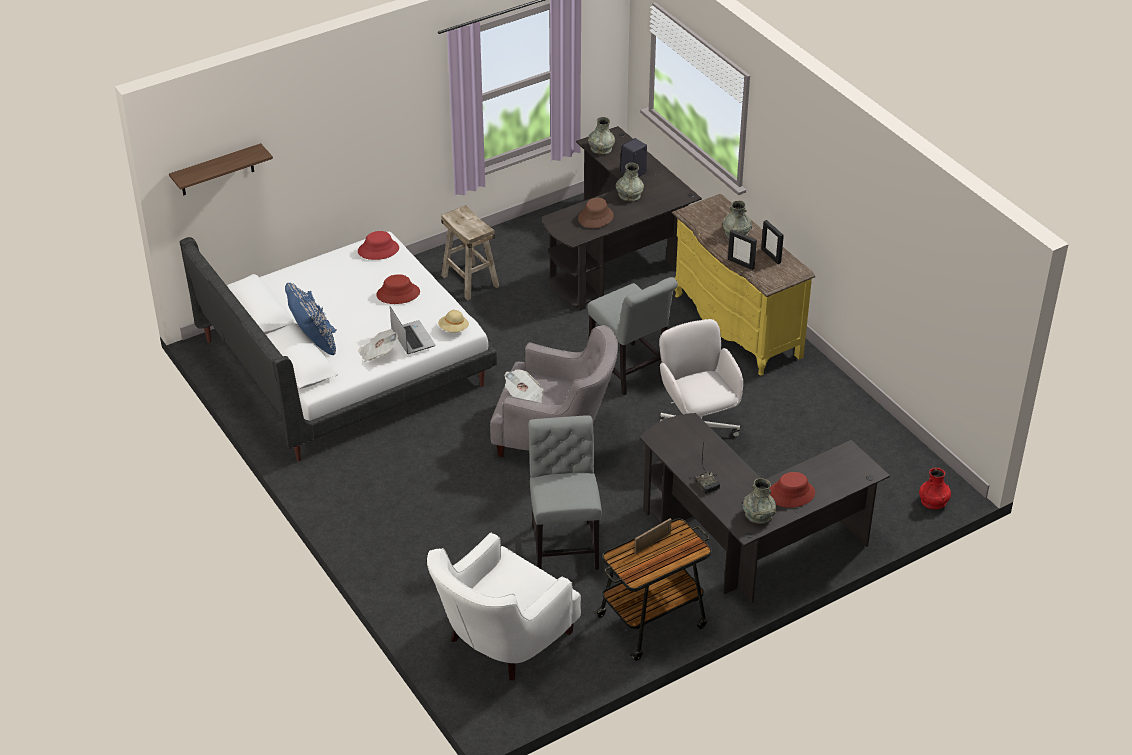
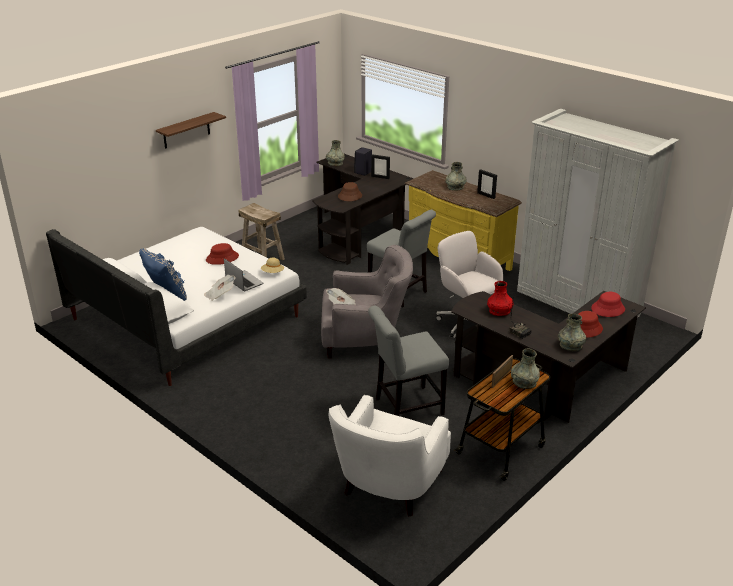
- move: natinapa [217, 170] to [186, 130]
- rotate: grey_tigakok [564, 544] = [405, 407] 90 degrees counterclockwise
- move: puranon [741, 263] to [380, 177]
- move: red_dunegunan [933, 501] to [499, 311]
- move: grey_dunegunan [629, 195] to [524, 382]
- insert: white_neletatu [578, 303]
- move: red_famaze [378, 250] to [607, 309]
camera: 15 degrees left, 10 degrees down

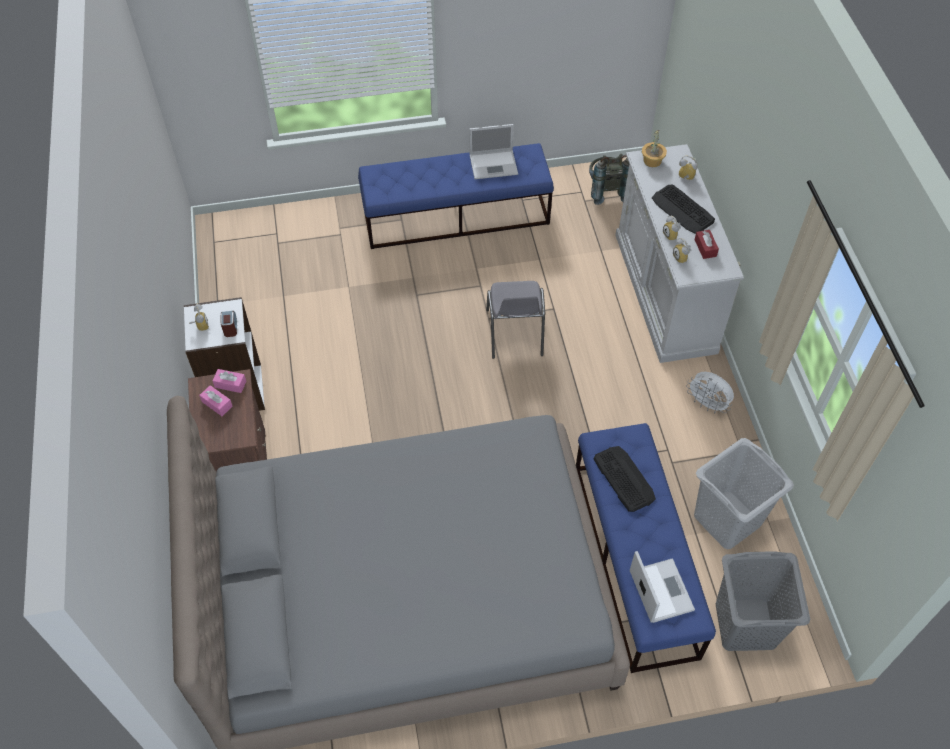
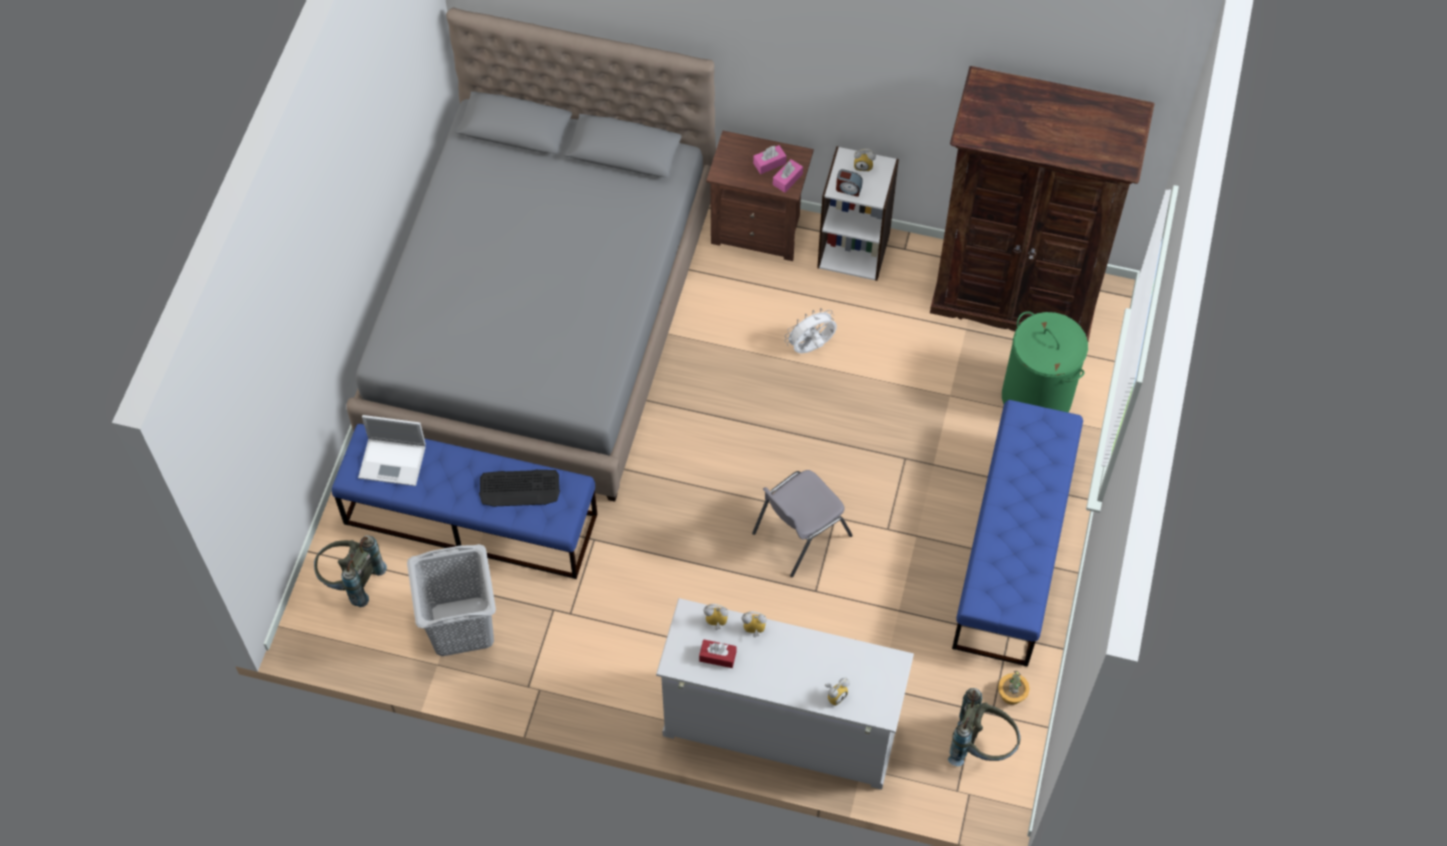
- replace: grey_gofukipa [746, 624] to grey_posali [351, 581]
- rotate: grey_tigakok [514, 333] = [799, 534] 60 degrees counterclockwise
- move: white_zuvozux [707, 404] to [811, 348]
- insert: brown_neletatu [1015, 295]
- move: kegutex [652, 161] to [1011, 694]
- insert: green_gofukipa [1037, 397]
- delete: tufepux [494, 164]
- delete: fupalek [682, 210]
camera: 115 degrees right, 5 degrees up

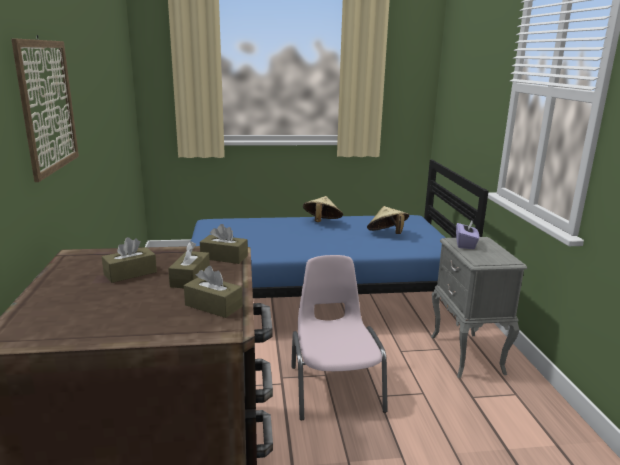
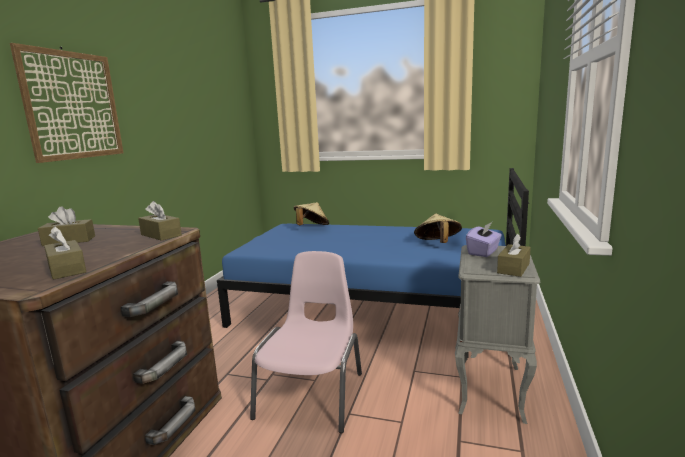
- move: beige_famaze [322, 223] to [311, 227]
- move: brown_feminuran [190, 278] to [513, 268]
camera: 25 degrees right, 5 degrees down

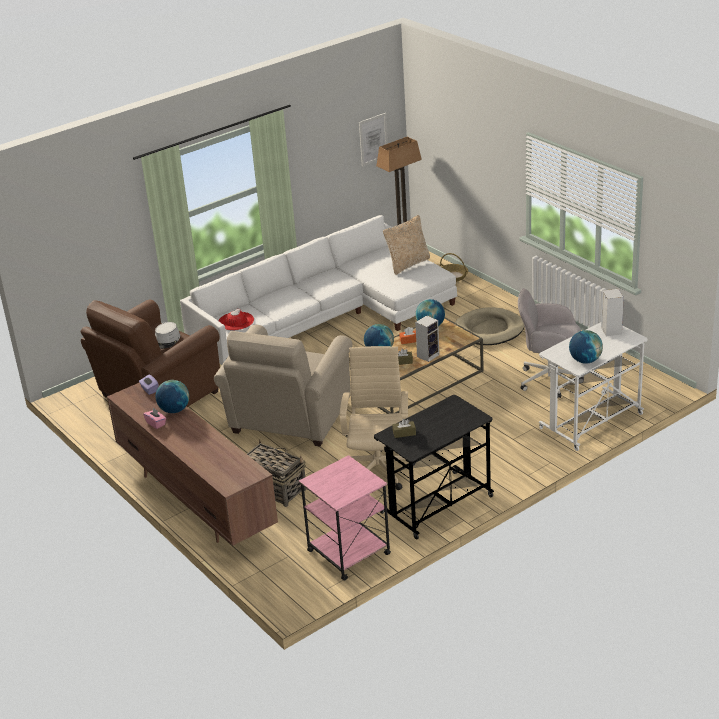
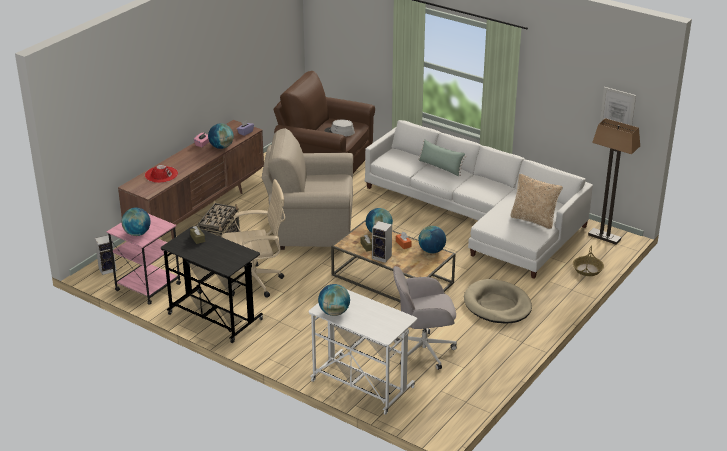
- move: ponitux [610, 330] to [108, 269]
- insert: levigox [137, 233]
- move: red_famaze [236, 321] to [161, 174]
- rotate: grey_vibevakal [549, 380] = [423, 351] 90 degrees counterclockwise
- insert: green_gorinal [440, 167]
camera: 70 degrees right, 0 degrees up

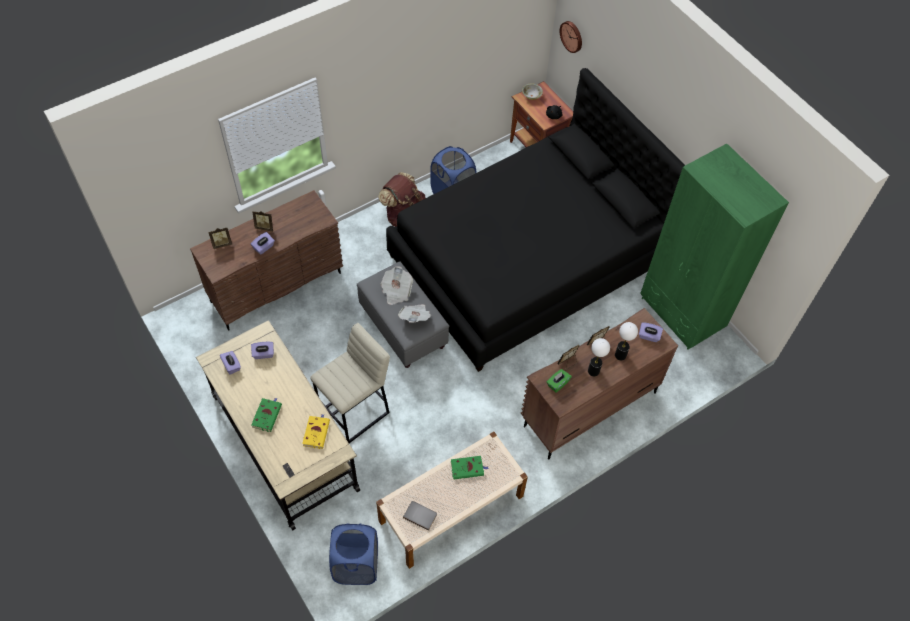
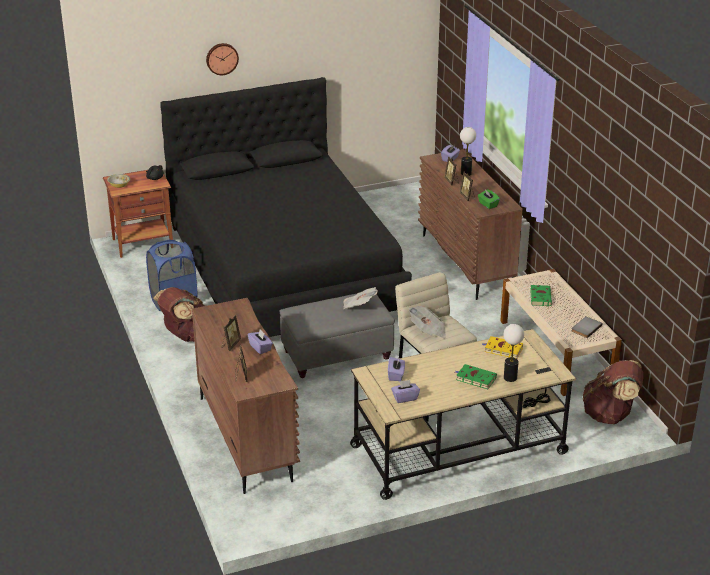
- move: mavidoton [572, 36] to [221, 58]
- move: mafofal [396, 291] to [428, 331]
- move: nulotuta [593, 371] to [510, 378]
- replace: blue_gofukipa [356, 566] to brown_posali [610, 415]
- delete: green_neletatu [682, 314]
camera: 75 degrees left, 25 degrees down

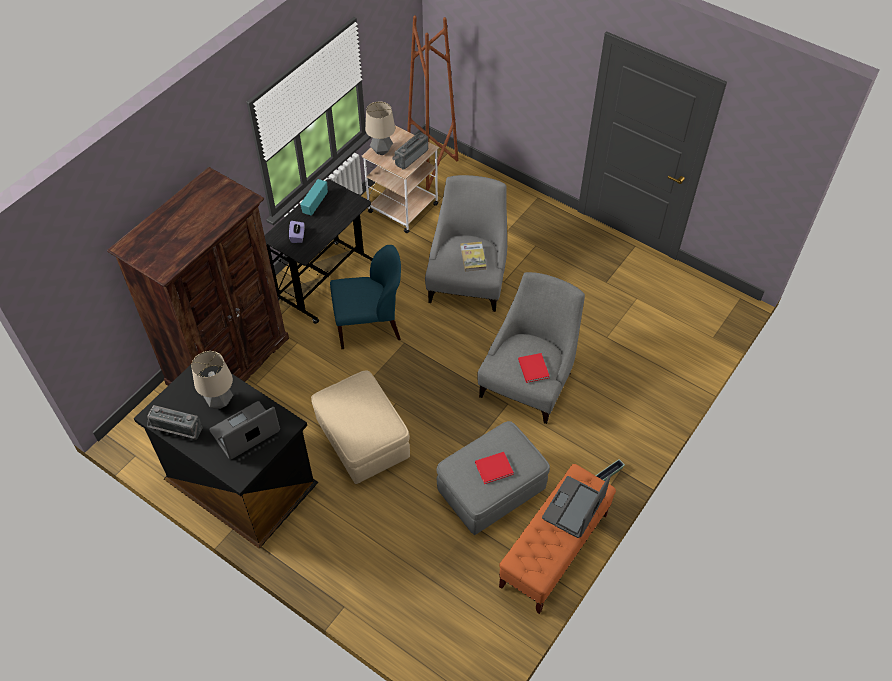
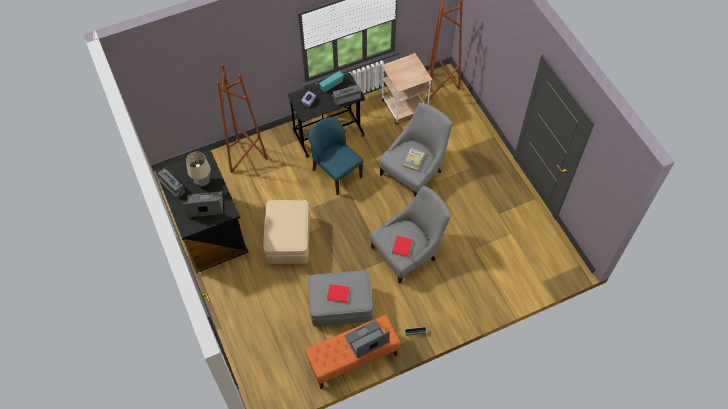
- replace: brown_neletatu [229, 361] to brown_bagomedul [245, 157]
- rotate: blue_tigakok [369, 325] = [336, 173] 150 degrees counterclockwise
- move: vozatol [410, 156] to [346, 98]
- delete: nulotuta [382, 151]
camera: 30 degrees right, 5 degrees up

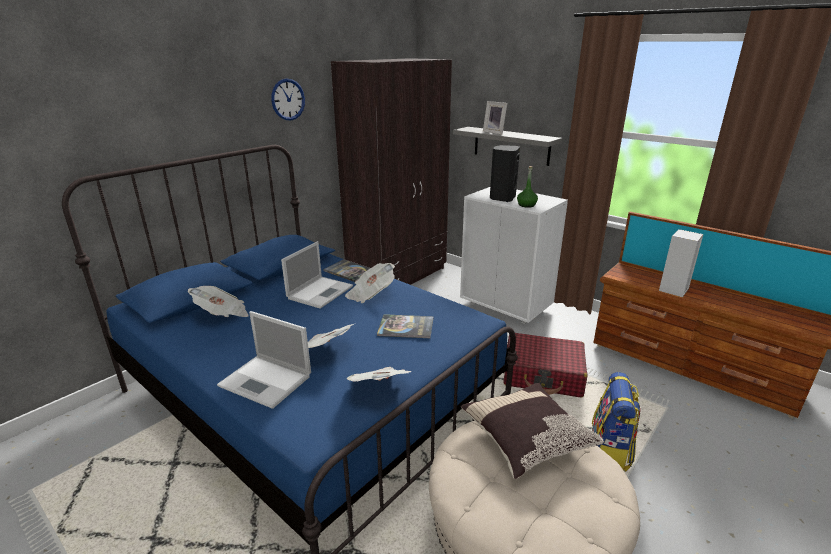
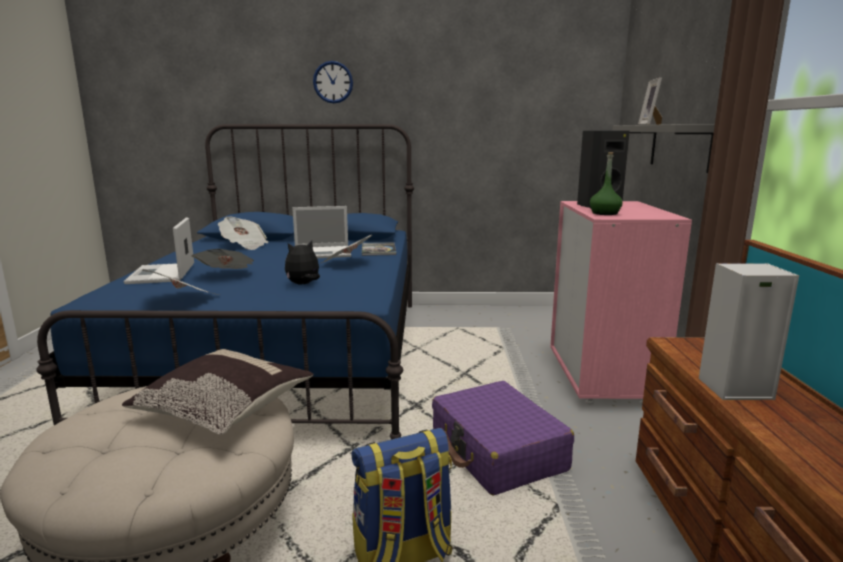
- replace: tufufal [406, 327] to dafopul [303, 284]
- move: mavidoton [288, 99] to [333, 82]
- recolor: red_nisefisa [543, 375] to purple_nisefisa [497, 451]
- recolor: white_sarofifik [506, 306] to pink_sarofifik [602, 381]
- delete: brown_neletatu [398, 276]
camera: 50 degrees right, 10 degrees down

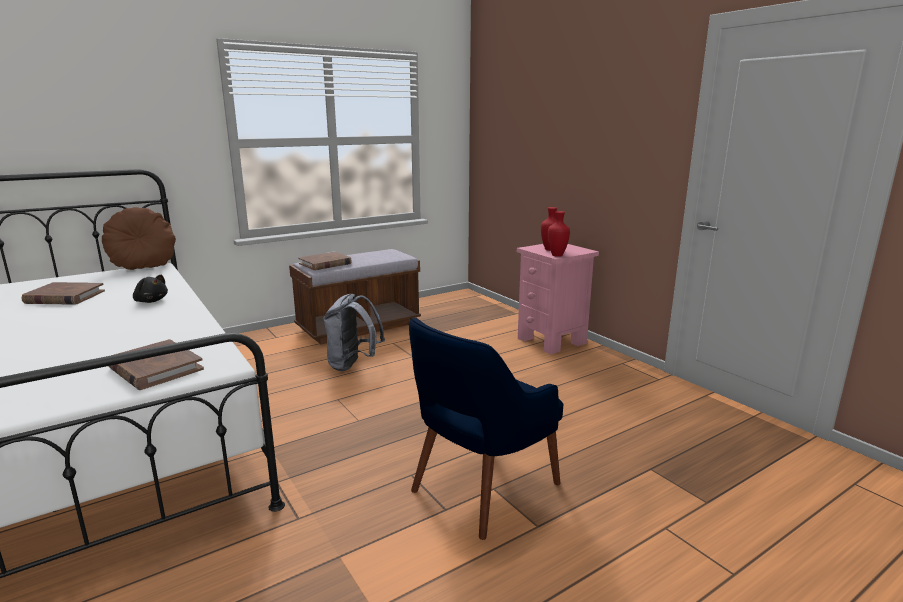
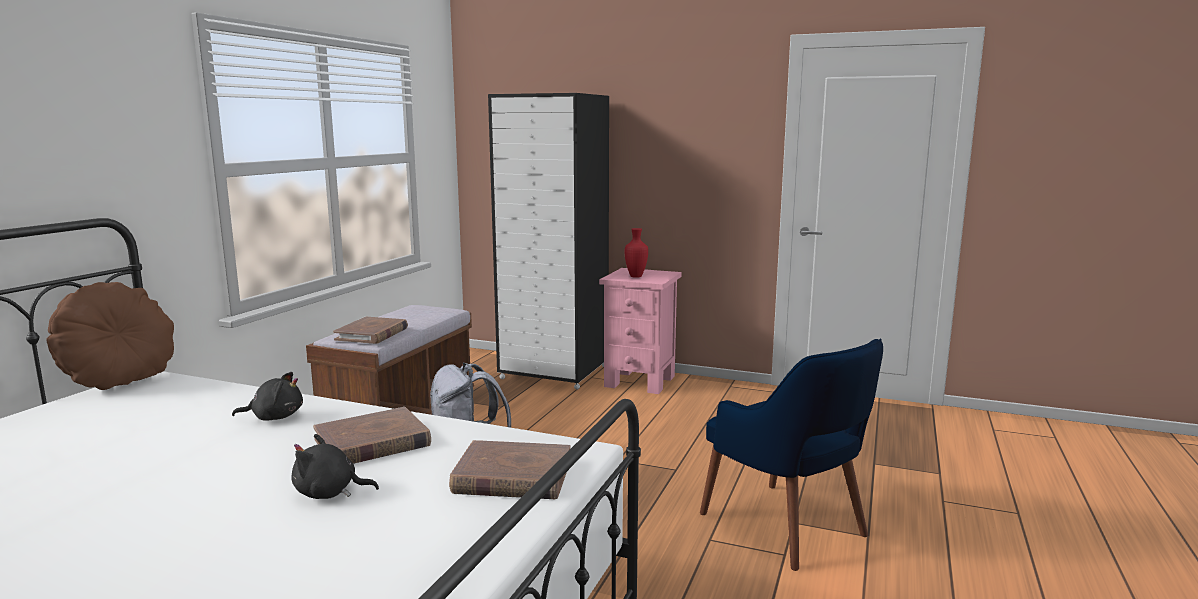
- insert: black_dafopul [329, 493]
- move: brown_tufufal [64, 297] to [372, 443]
- insert: neletatu [555, 373]
- rotate: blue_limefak [482, 489] = [786, 526] 45 degrees counterclockwise
- delete: red_dunegunan [557, 255]
camera: 35 degrees left, 5 degrees down

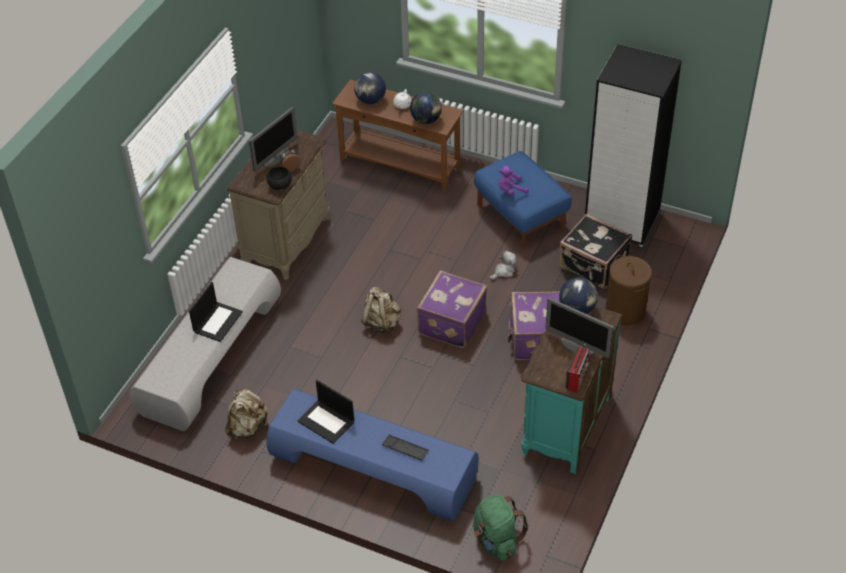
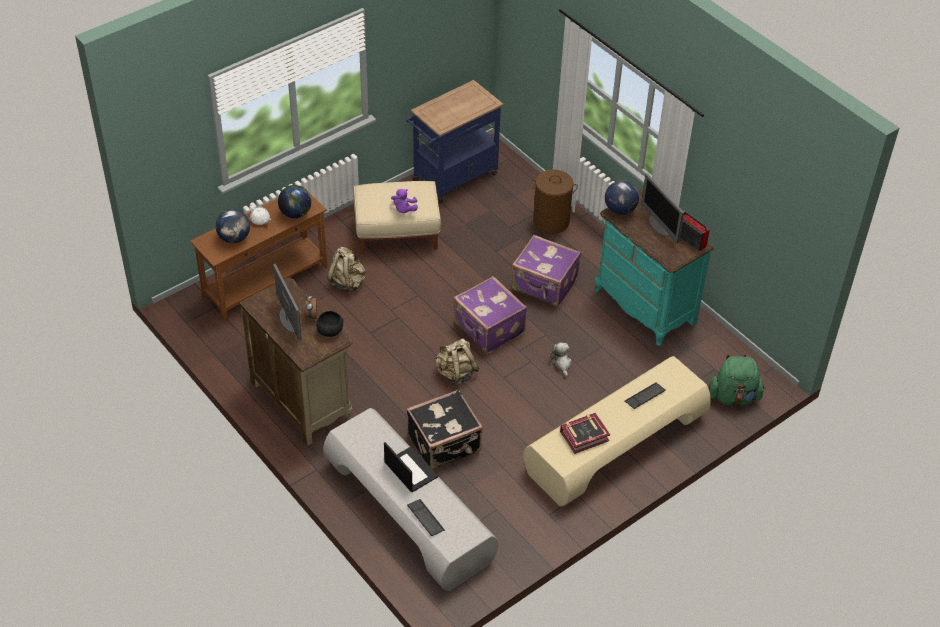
- move: beige_posali [247, 427] to [347, 282]
- recolor: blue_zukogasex [520, 216] to beige_zukogasex [397, 234]
- replace: neletatu [622, 221] to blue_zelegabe [452, 179]
- move: black_nisefisa [593, 266] to [445, 444]
- insert: fupalek [425, 518]
- recolor: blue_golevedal [373, 468] to beige_golevedal [616, 444]
- move: dafopul [503, 271] to [561, 364]
- replace: tufepux [327, 421] to tufufal [584, 436]
- rotate: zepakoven [577, 346] = [659, 226] 90 degrees clockwise
camera: 65 degrees left, 0 degrees up

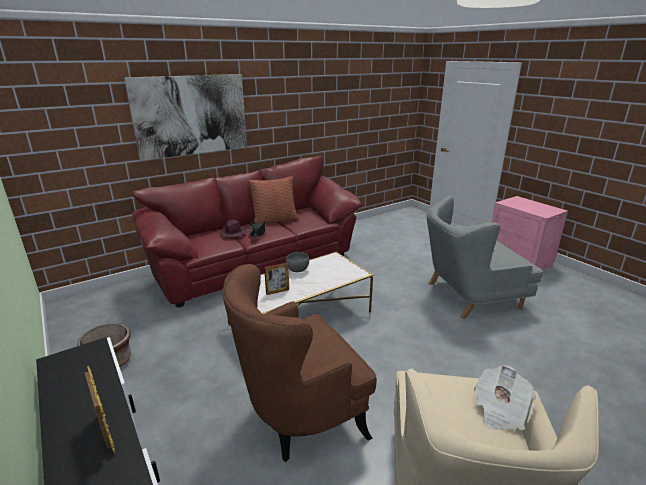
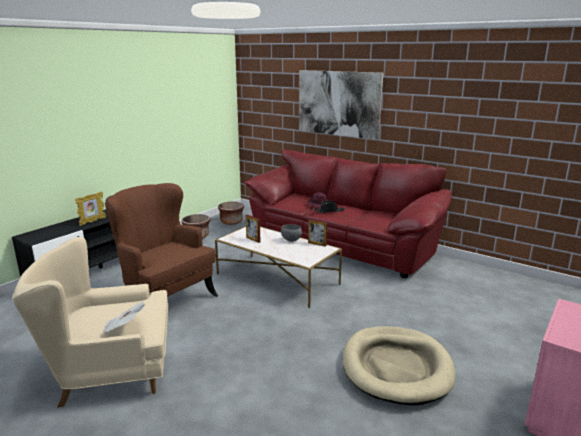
- insert: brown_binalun [231, 222]
- insert: puranon [317, 244]
- replace: grey_limefak [470, 295] to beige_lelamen [396, 367]
- delete: gorinal [275, 220]
camera: 70 degrees right, 5 degrees down

